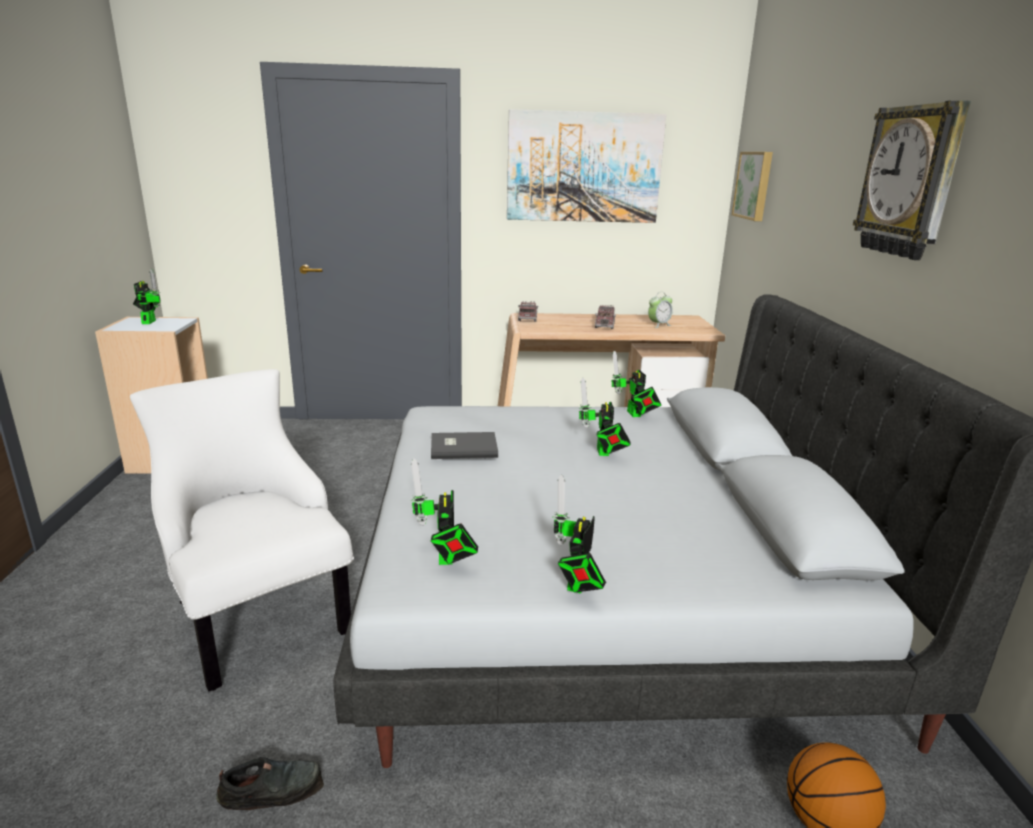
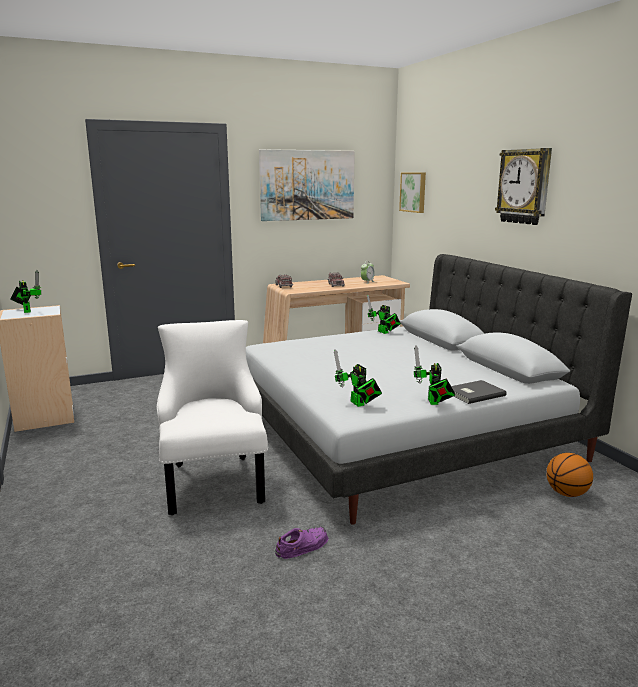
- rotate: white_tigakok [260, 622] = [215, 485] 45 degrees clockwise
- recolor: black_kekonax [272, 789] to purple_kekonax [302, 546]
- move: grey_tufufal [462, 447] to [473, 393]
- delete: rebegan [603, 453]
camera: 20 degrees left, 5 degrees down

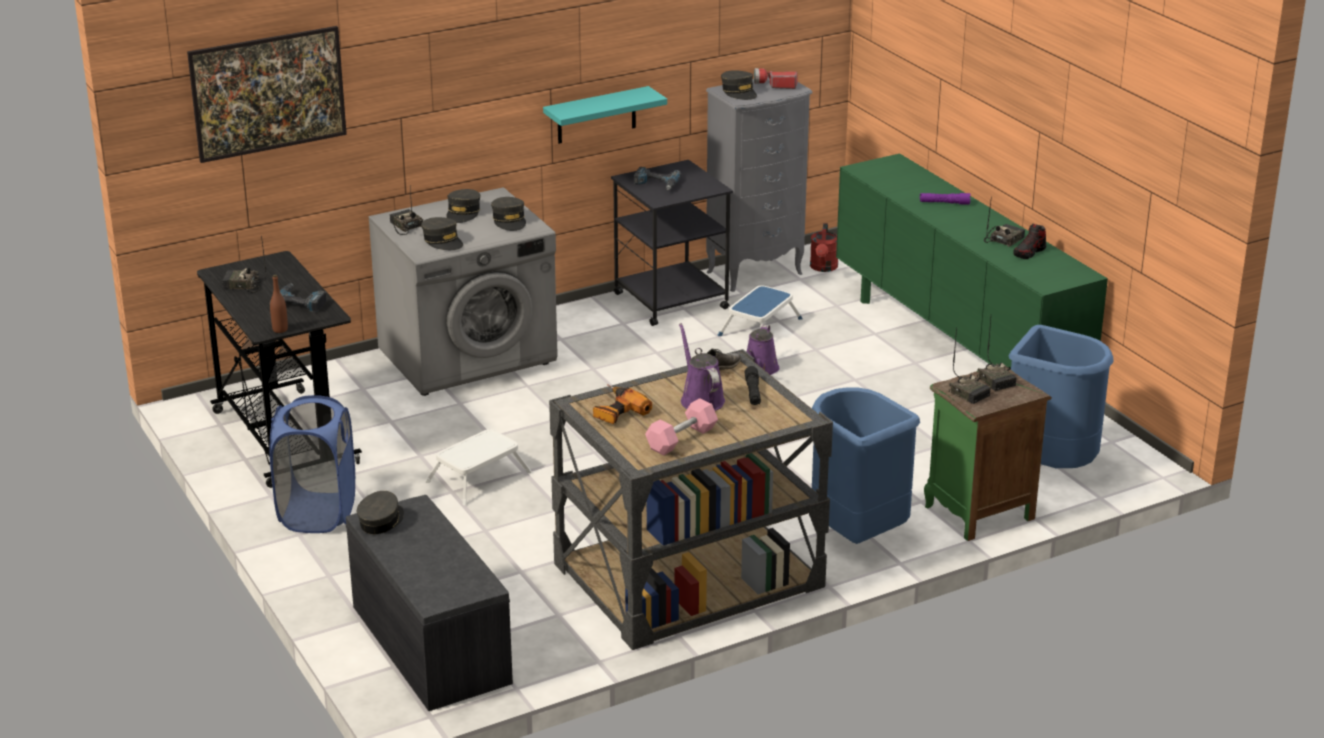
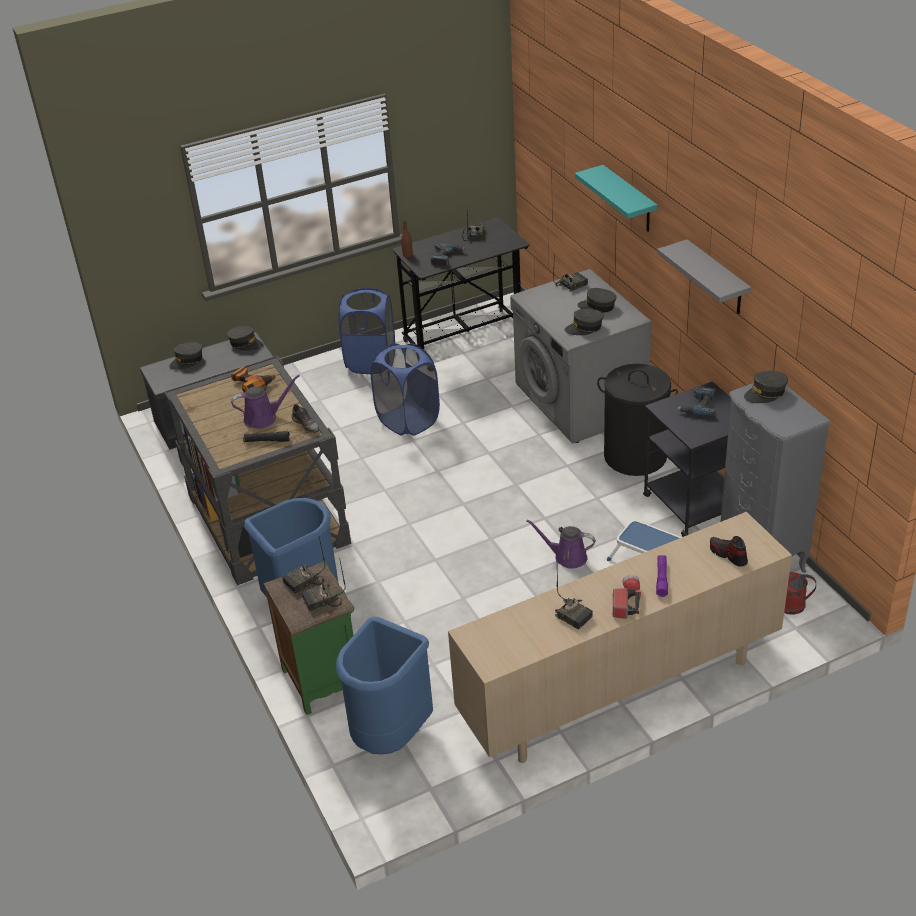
- move: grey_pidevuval [443, 241] to [187, 361]
- replace: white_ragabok [478, 477] to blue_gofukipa [408, 420]
- recolor: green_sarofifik [958, 346] to beige_sarofifik [621, 692]
- move: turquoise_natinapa [596, 115] to [629, 200]
- insert: black_gofukipa [635, 457]
- move: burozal [775, 85] to [626, 602]
- insert: grey_natinapa [717, 279]
- move: kekonax [1029, 252] to [728, 555]
- delete: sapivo [271, 120]
- delete: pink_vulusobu [681, 439]
camera: 95 degrees right, 10 degrees up

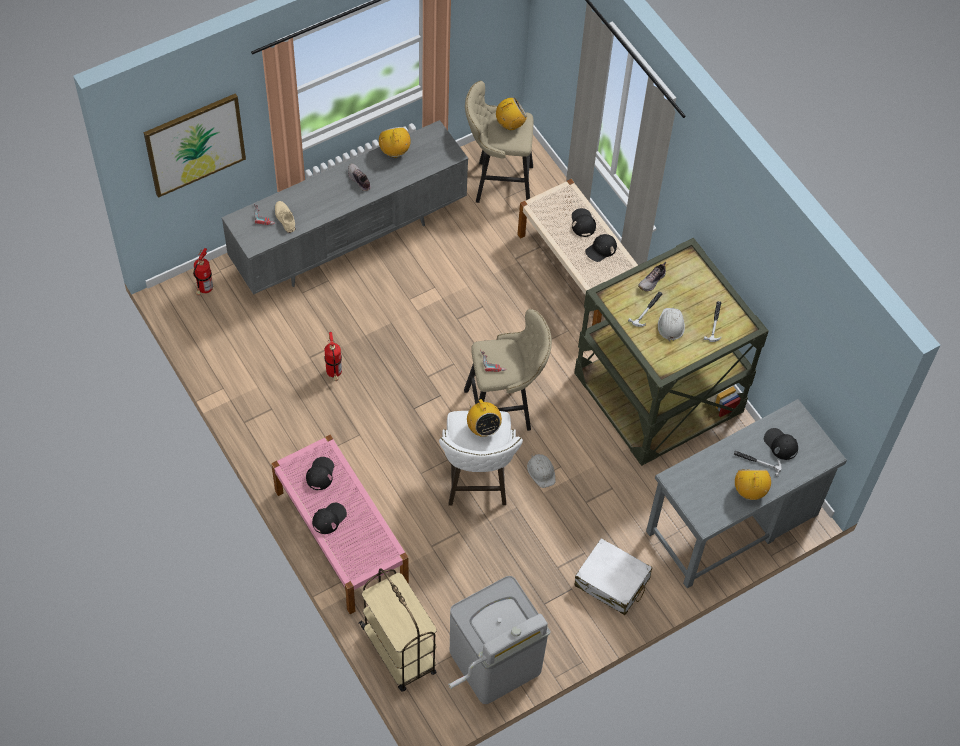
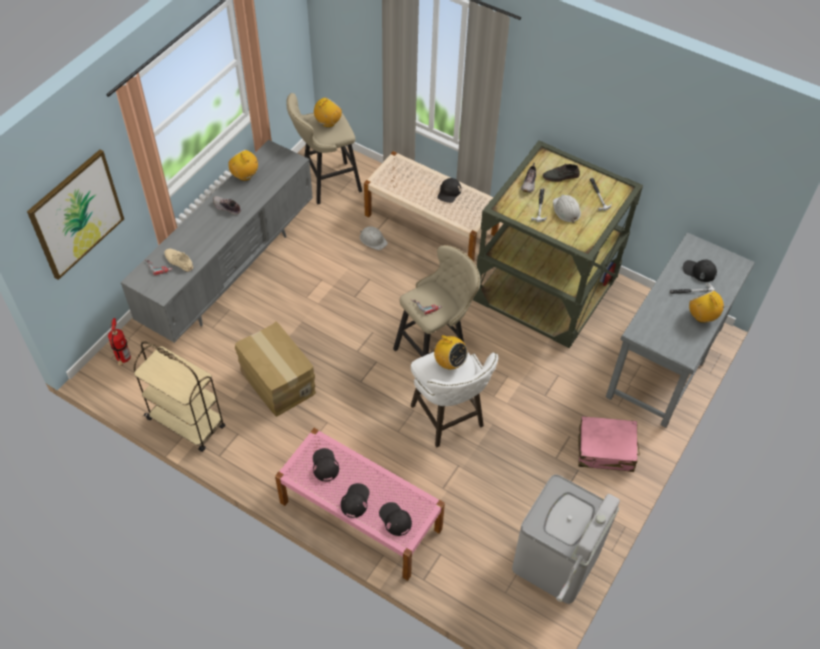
- move: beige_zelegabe [398, 652] to [187, 424]
- replace: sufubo [334, 374] to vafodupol [277, 382]
- move: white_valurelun [541, 471] to [373, 240]
- move: black_pidevuval [583, 223] to [395, 519]
- insert: grey_kekonax [561, 176]
- recolor: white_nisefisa [612, 582] to pink_nisefisa [606, 449]
camera: 25 degrees left, 5 degrees down

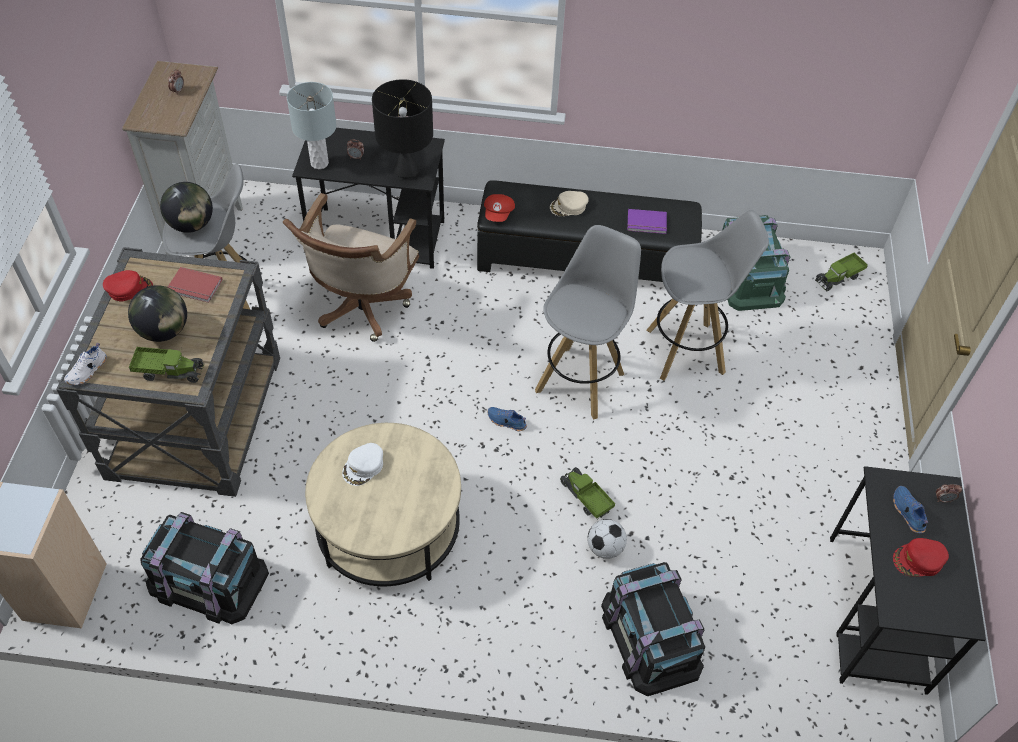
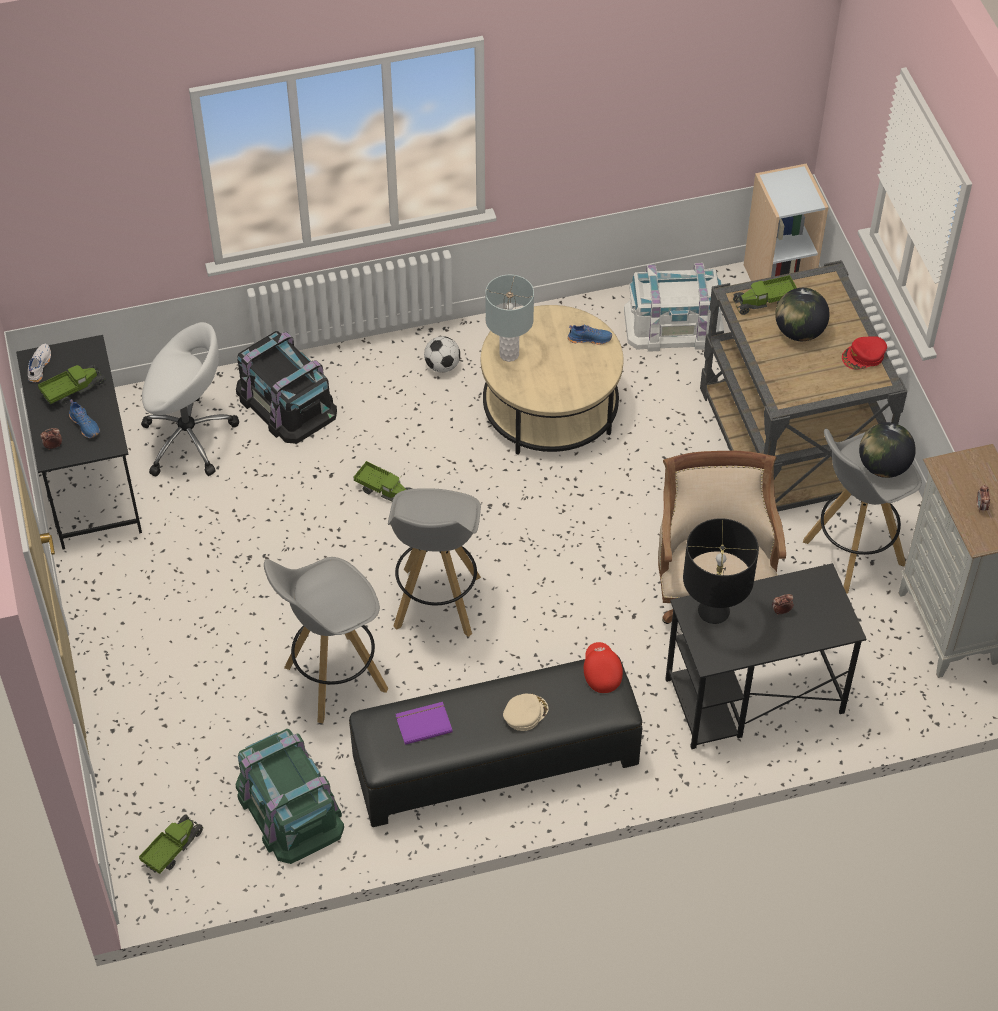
- move: white_kekonax [88, 371] to [38, 366]
- replace: red_pidevuval [918, 560] to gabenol [73, 390]
- insert: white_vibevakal [191, 439]
- move: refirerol [604, 548] to [442, 366]
- move: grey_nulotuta [320, 163] to [508, 354]
- move: blue_kekonax [506, 422] to [589, 338]
- recolor: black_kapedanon [207, 579] to white_kapedanon [673, 324]
- delete: red_tufufal [194, 287]
- delete: white_pidevuval [363, 467]
camera: 160 degrees right, 0 degrees up

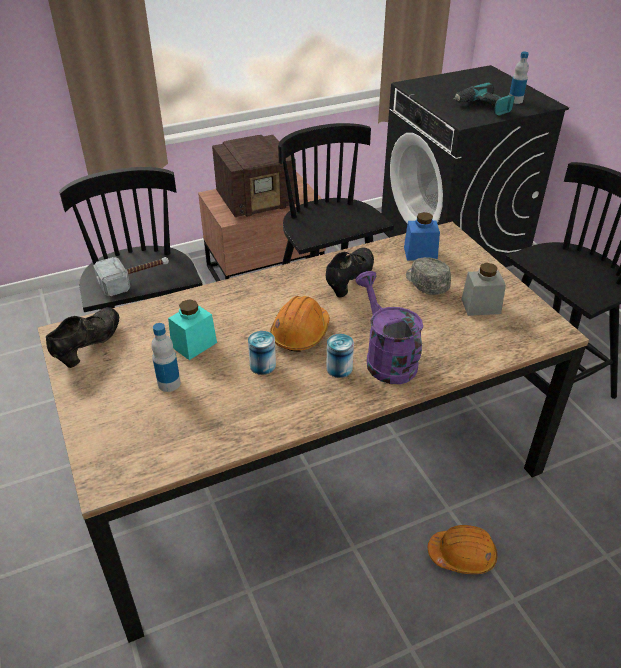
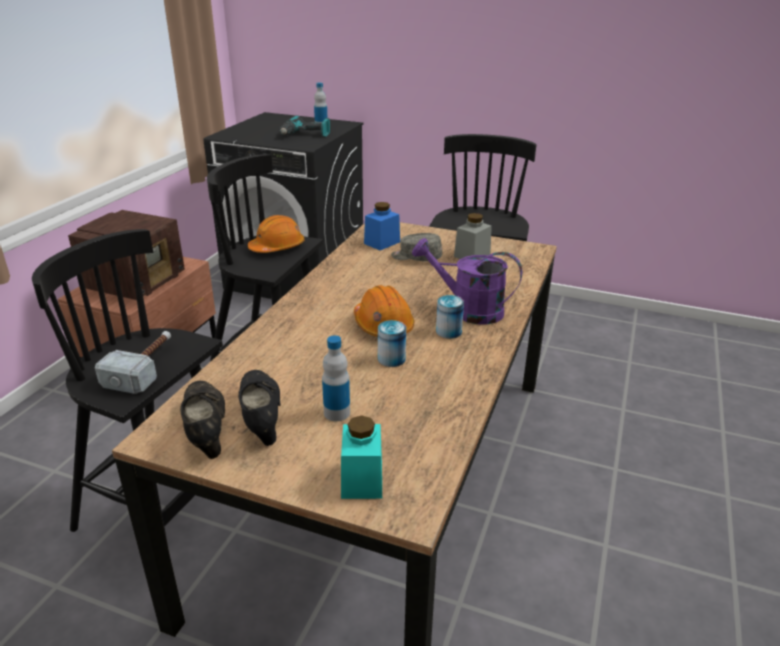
- move: black_kekonax [350, 281] to [261, 419]
- move: orange_valurelun [462, 555] to [277, 247]
- move: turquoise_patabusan [194, 344] to [362, 480]
camera: 45 degrees left, 10 degrees down

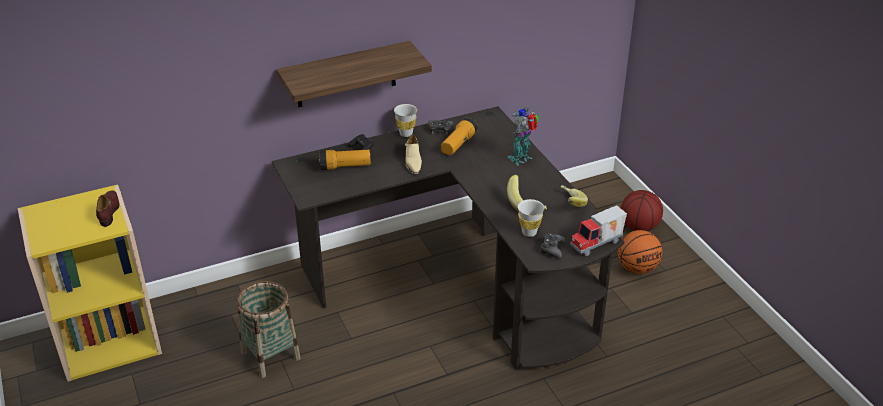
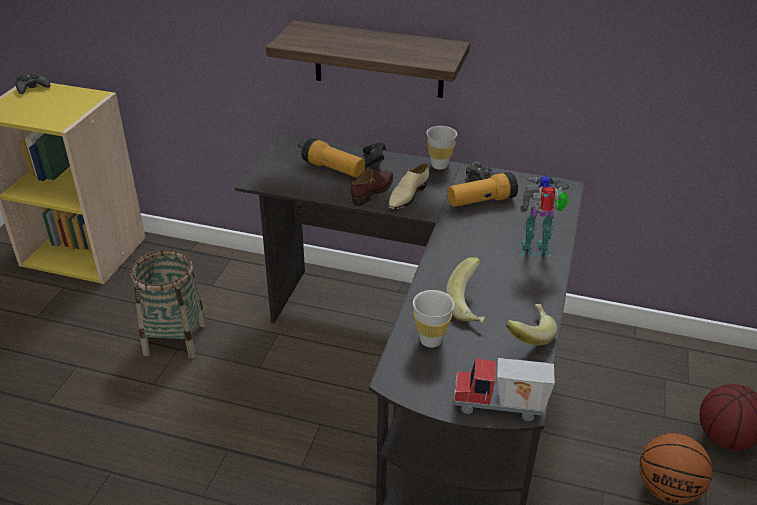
- move: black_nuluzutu [552, 249] to [32, 88]
- move: brown_kekonax [109, 211] to [373, 191]
camera: 40 degrees right, 0 degrees up

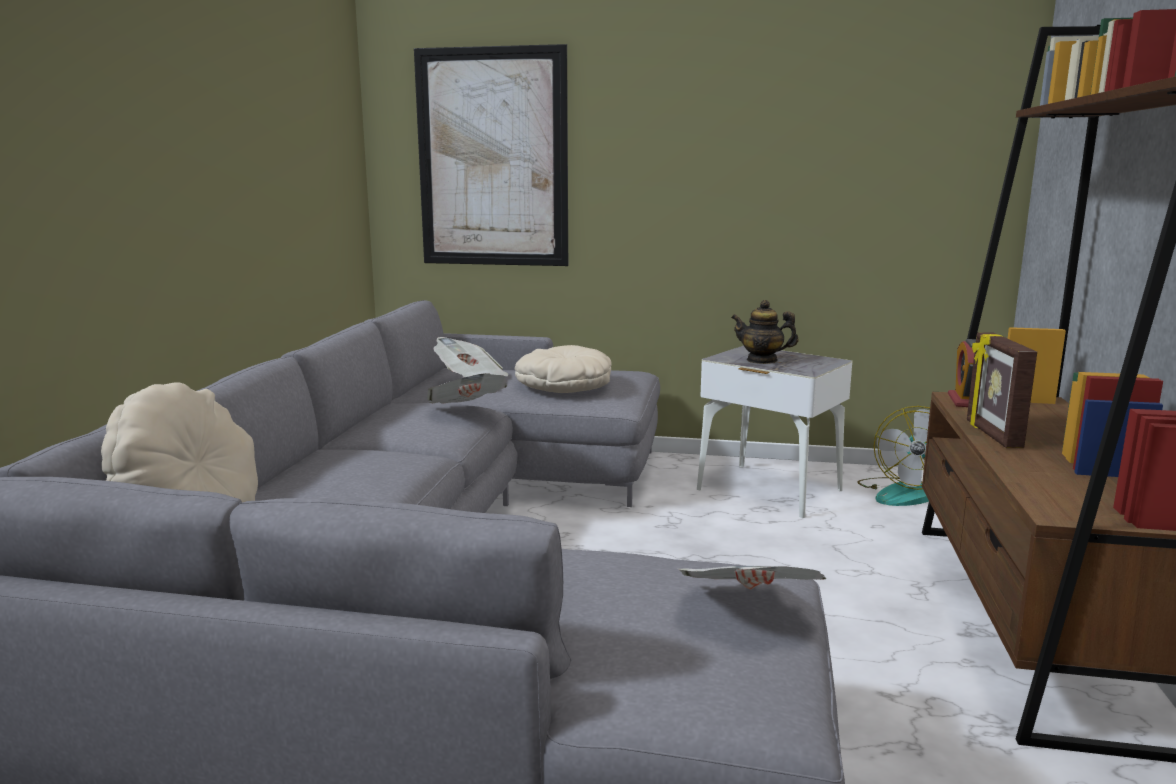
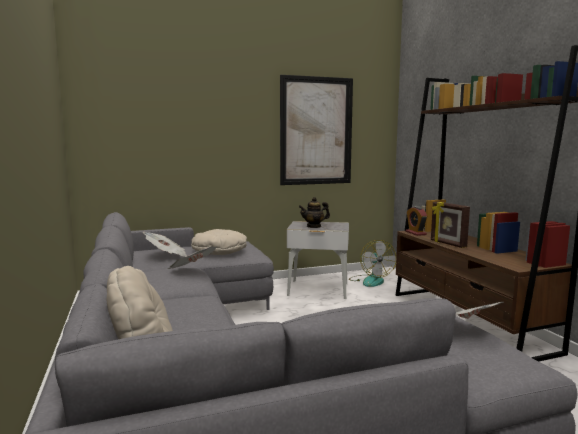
- move: sapivo [492, 158] to [316, 131]
camera: 30 degrees left, 5 degrees down

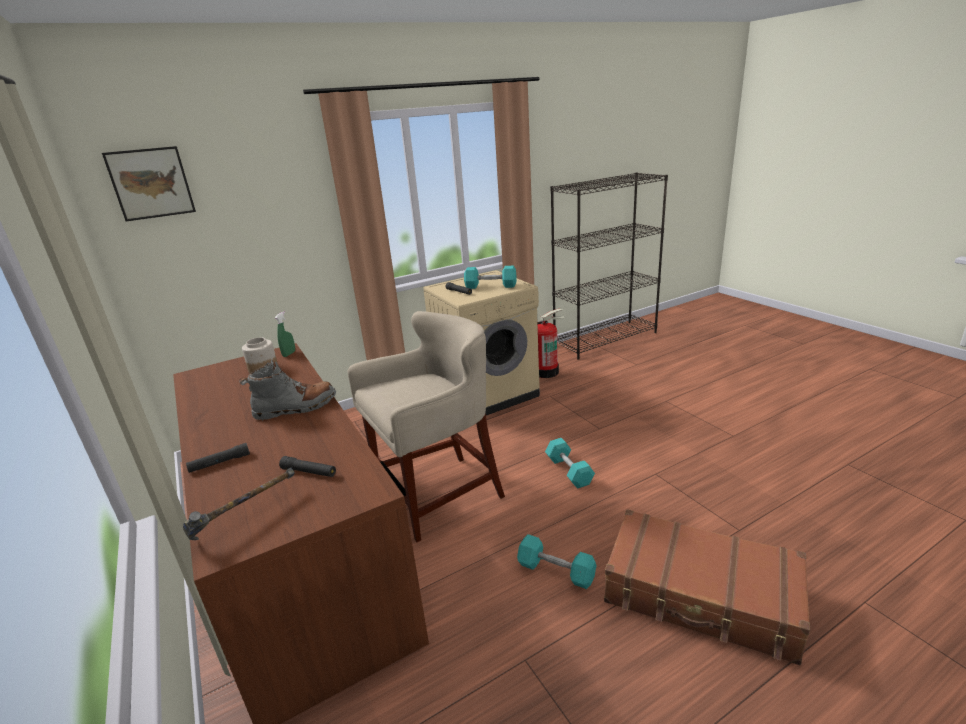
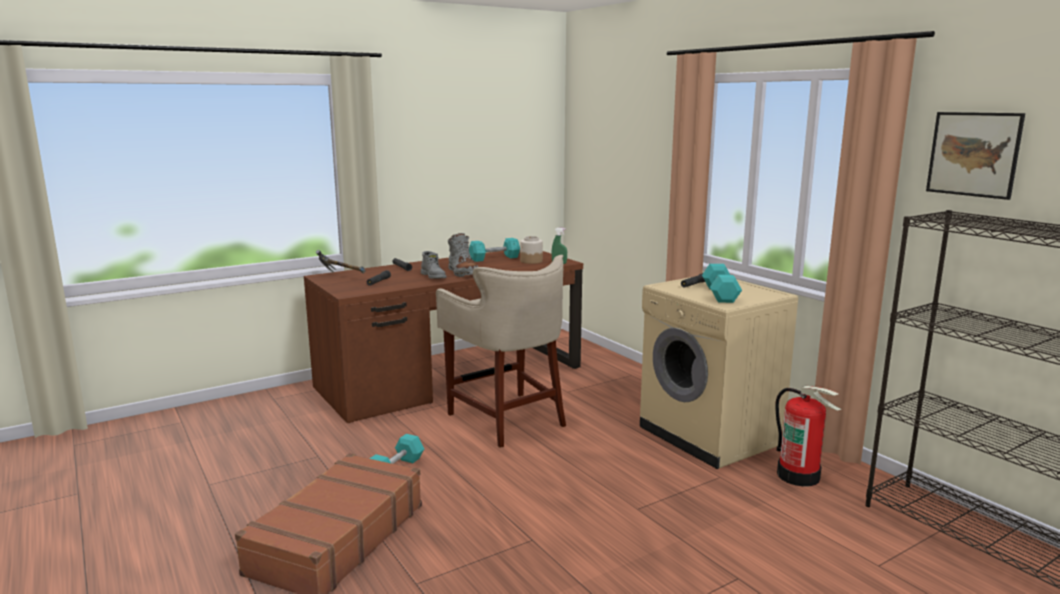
- insert: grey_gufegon [434, 277]
- move: turquoise_vulusobu [569, 471] to [494, 258]
- move: sapivo [151, 183] to [973, 154]
camera: 85 degrees right, 10 degrees down

